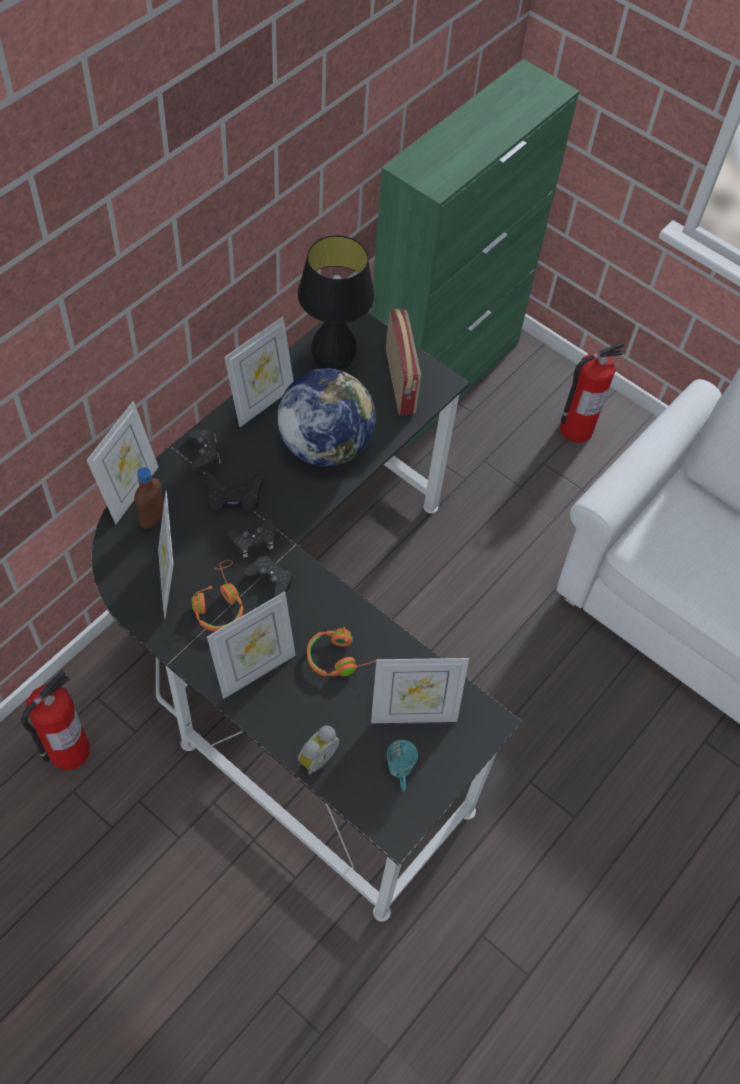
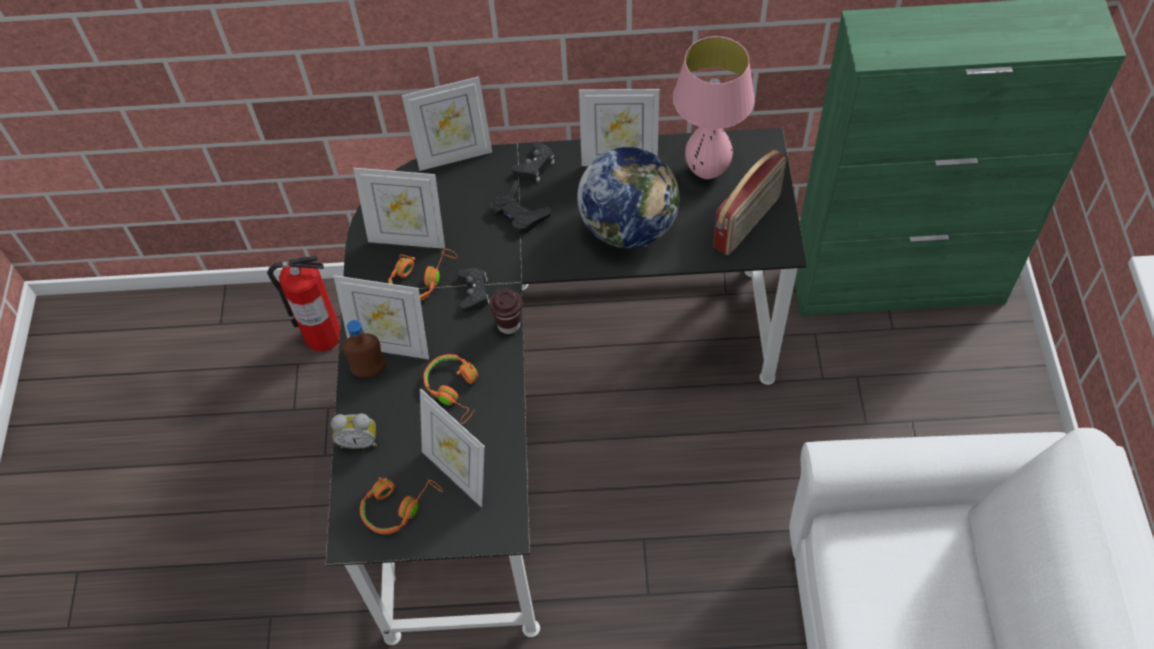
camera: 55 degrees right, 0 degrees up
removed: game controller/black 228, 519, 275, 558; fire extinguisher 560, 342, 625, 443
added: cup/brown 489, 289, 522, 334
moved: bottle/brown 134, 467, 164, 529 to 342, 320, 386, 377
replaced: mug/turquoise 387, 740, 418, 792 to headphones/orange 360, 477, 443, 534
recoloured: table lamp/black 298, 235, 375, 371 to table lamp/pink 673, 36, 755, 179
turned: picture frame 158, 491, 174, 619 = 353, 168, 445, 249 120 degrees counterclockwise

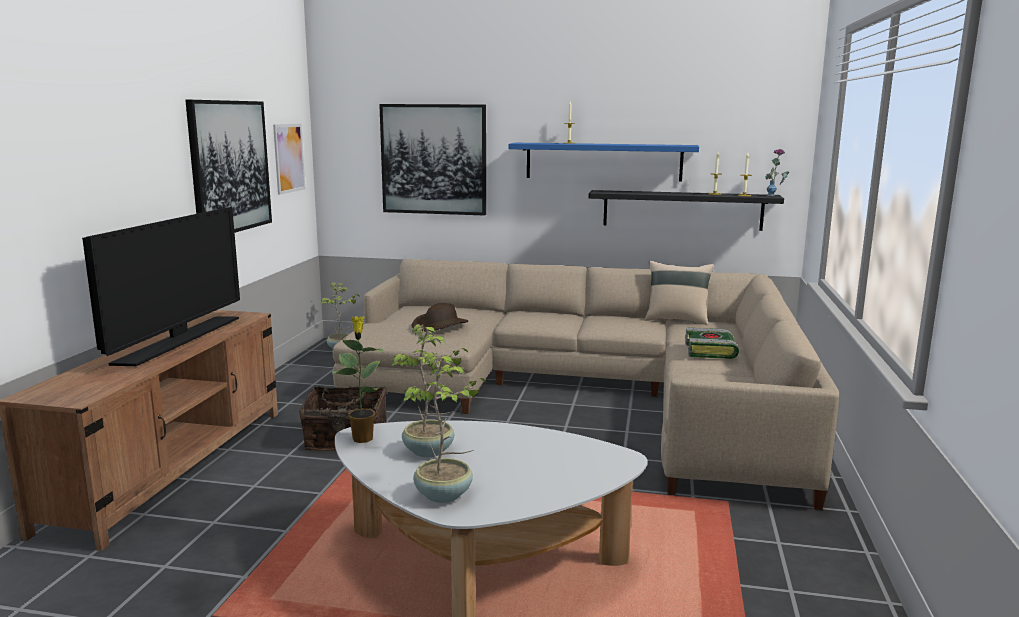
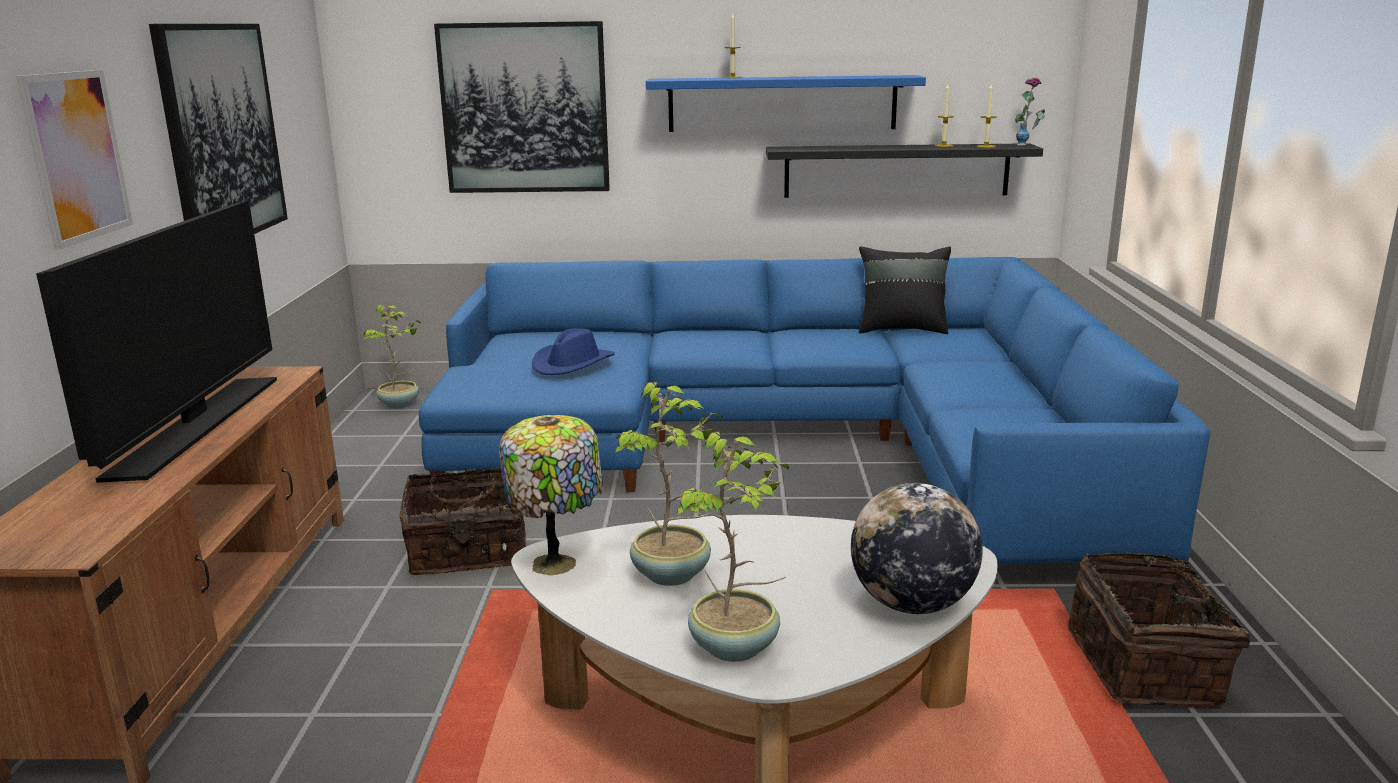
camera: 10 degrees left, 5 degrees up
removed: book 685, 327, 739, 359
added: globe 851, 483, 983, 614; basket 1067, 551, 1250, 708
moved: picture 273, 124, 305, 195 to 16, 70, 133, 250
replaced: potted plant 332, 316, 384, 443 to table lamp 499, 415, 603, 575
recoloured: sofa/beige 333, 259, 839, 510 to sofa/blue 418, 257, 1210, 585; hat/brown 412, 303, 468, 332 to hat/blue 532, 328, 615, 375; pillow/beige 645, 261, 714, 325 to pillow/black 859, 246, 951, 334

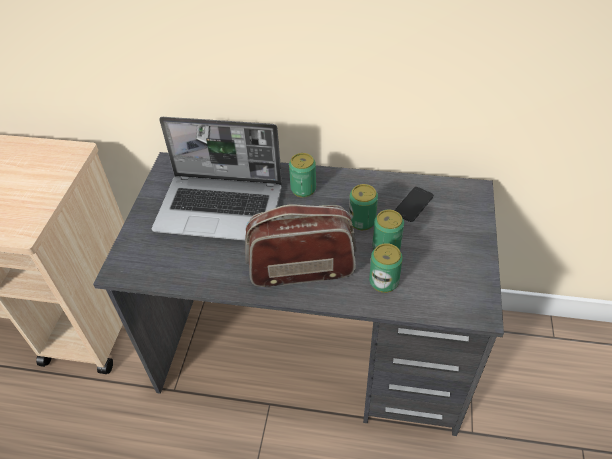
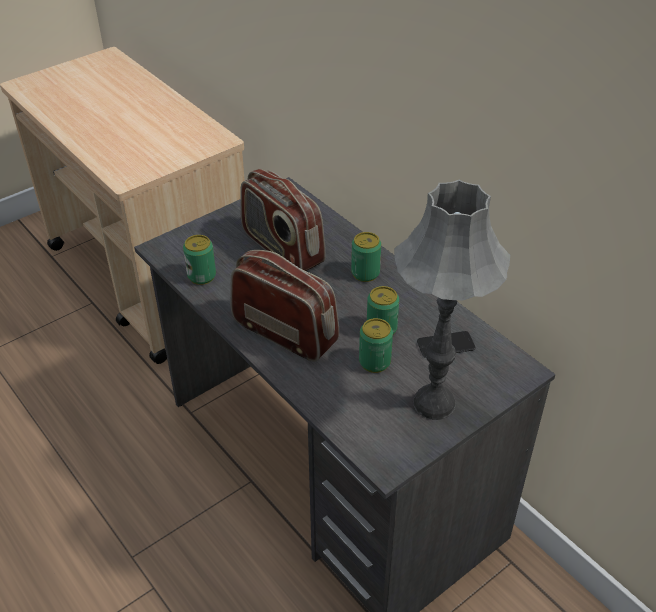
camera: 40 degrees right, 5 degrees down
added: table lamp/grey 394, 180, 510, 420
moved: can 369, 243, 403, 293 to 183, 235, 216, 285
replaced: laptop 152, 117, 282, 241 to radio 240, 169, 326, 271

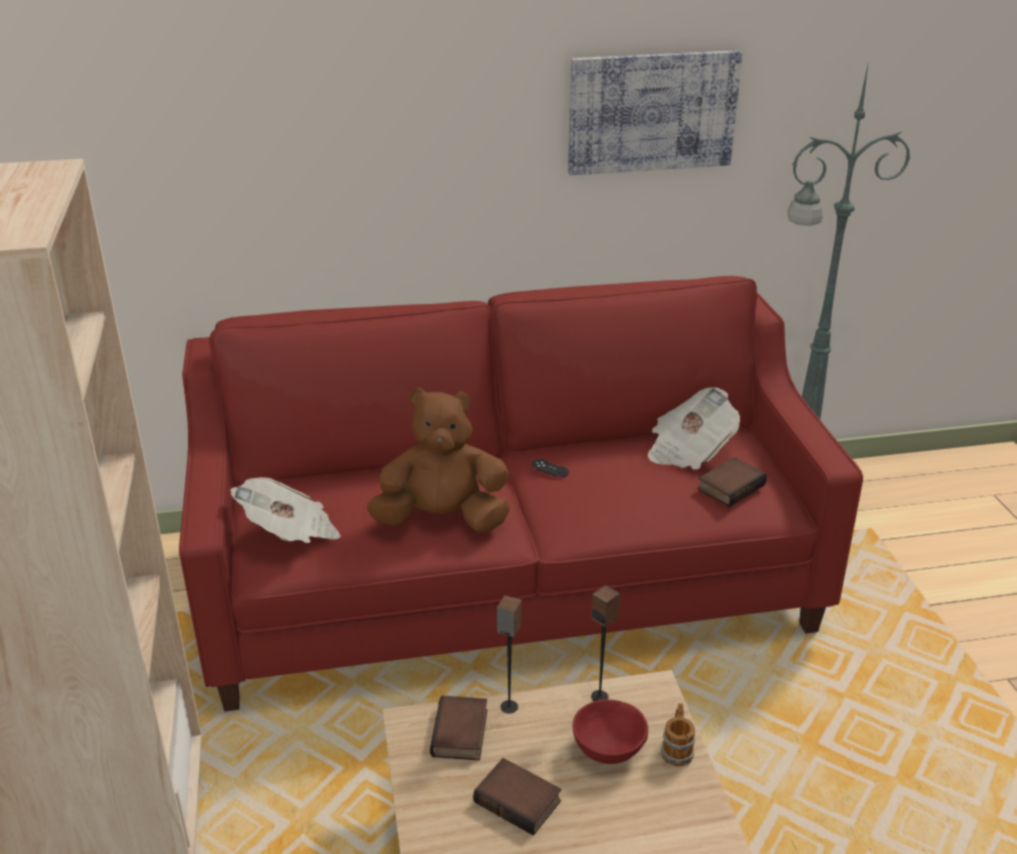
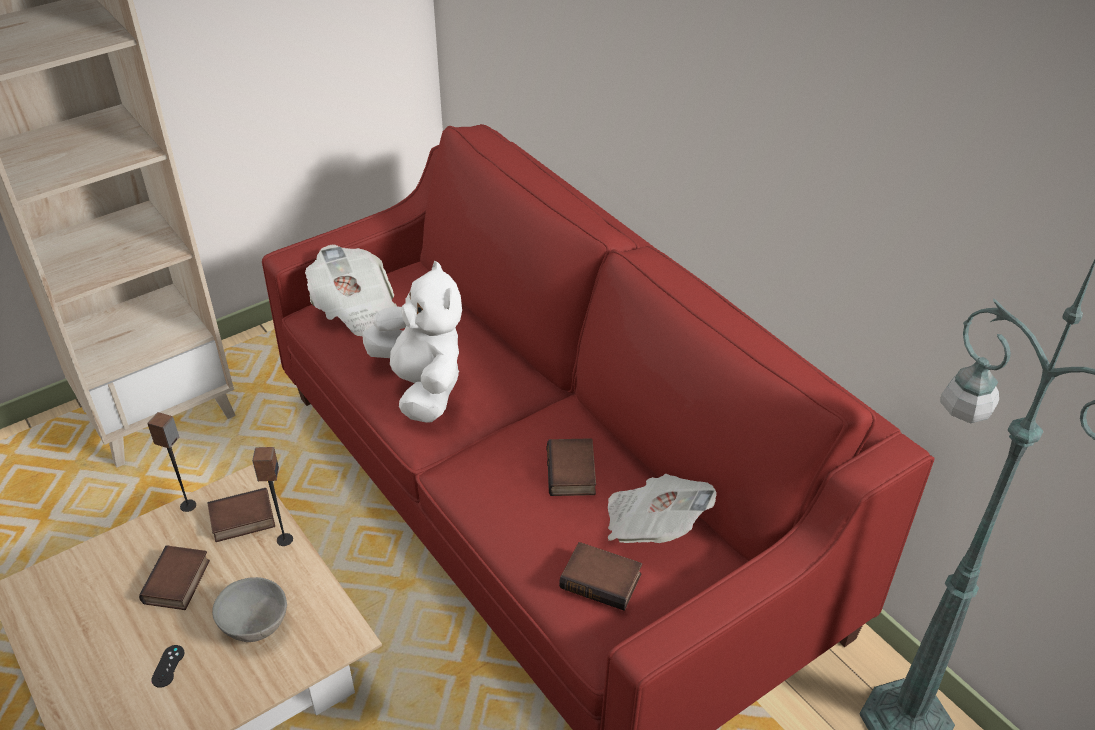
camera: 65 degrees right, 10 degrees up
removed: picture 568, 50, 742, 175; mug 661, 703, 695, 766
added: book 547, 438, 596, 496
moved: speaker 591, 585, 620, 701 to 147, 412, 196, 512; game controller/black 532, 459, 569, 477 to 151, 645, 184, 688
recoloured: bowl/red 572, 699, 648, 764 to bowl/grey 212, 577, 287, 642; plush toy/brown 367, 388, 510, 533 to plush toy/white 362, 261, 462, 423

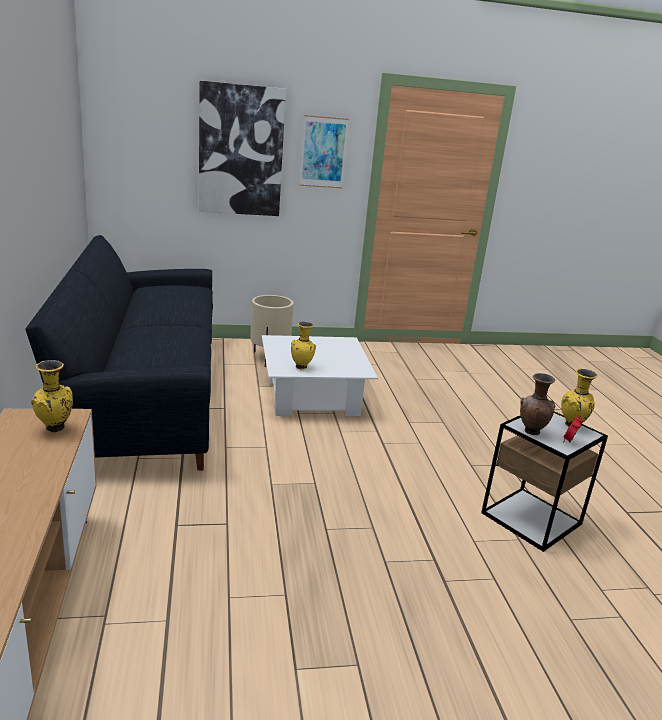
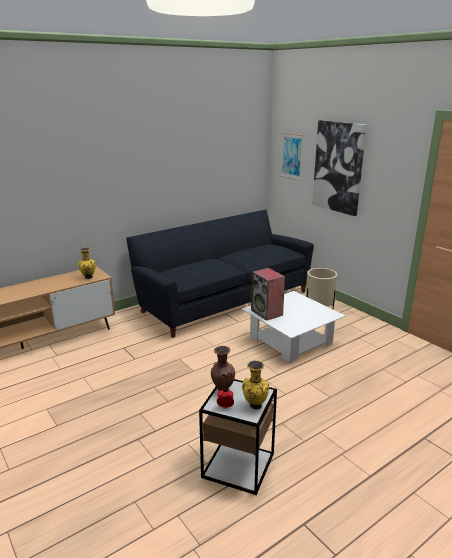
camera: 65 degrees right, 0 degrees up
moved: picture 300, 115, 349, 188 to 281, 133, 304, 181
replaced: vase/yellow 291, 322, 316, 369 to speaker 251, 268, 285, 321

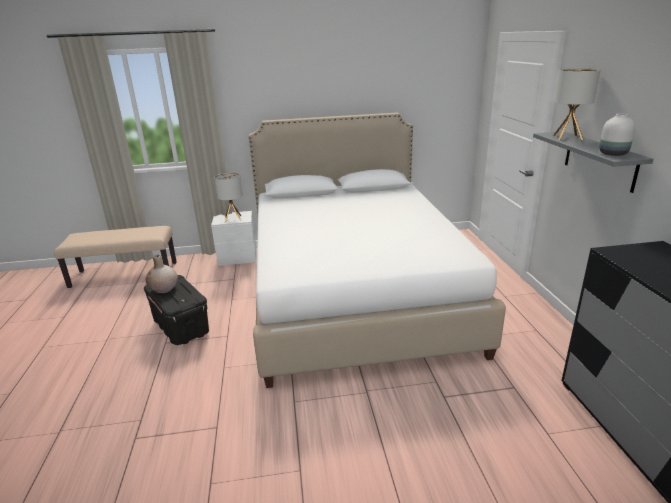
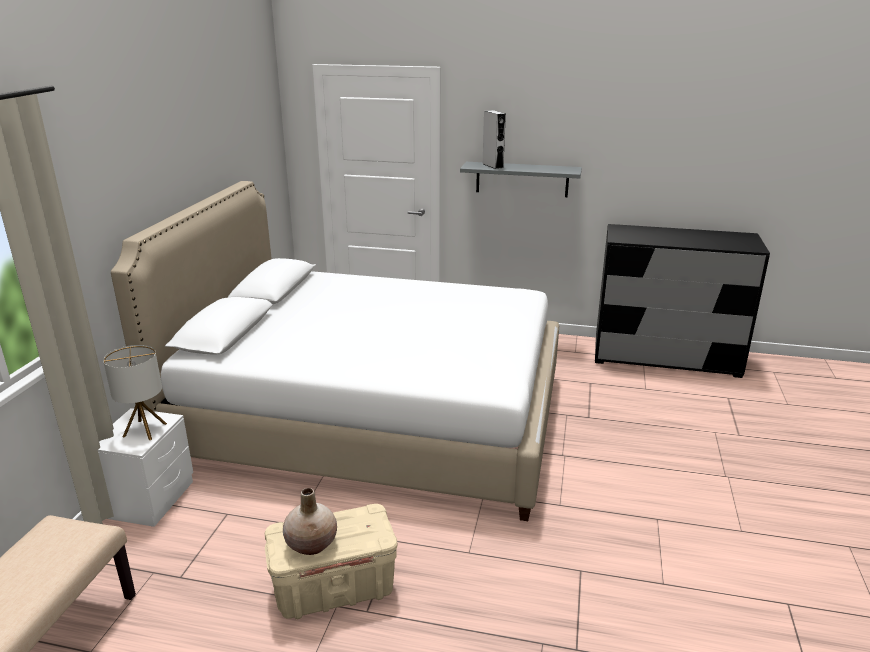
camera: 70 degrees left, 0 degrees up
removed: vase/white 599, 113, 635, 156
replaced: table lamp 553, 68, 601, 140 to speaker/grey 483, 110, 506, 169
recoloured: storage box/black 144, 275, 209, 345 to storage box/beige 265, 504, 397, 619

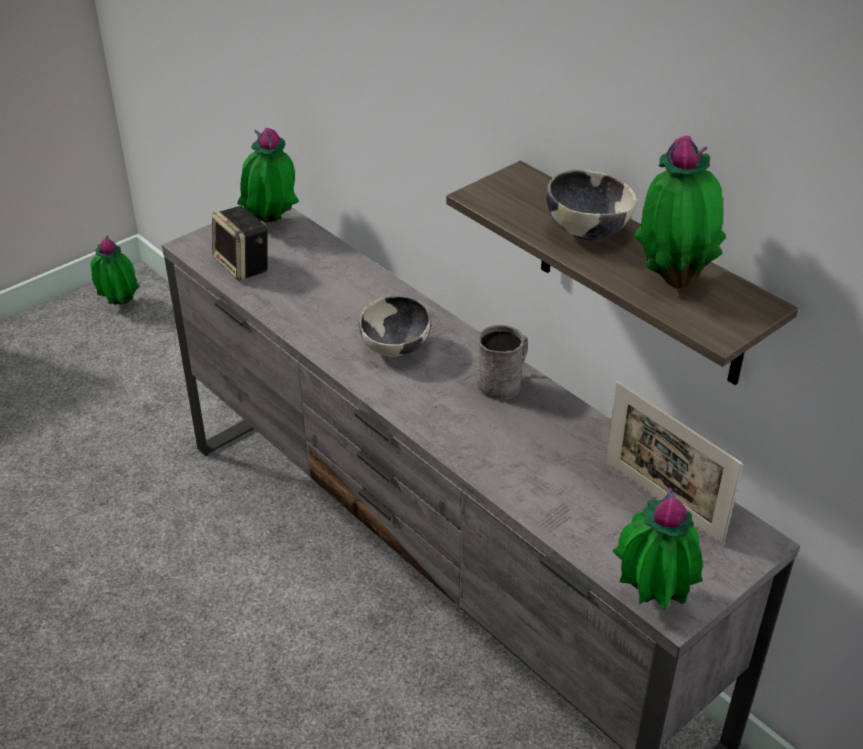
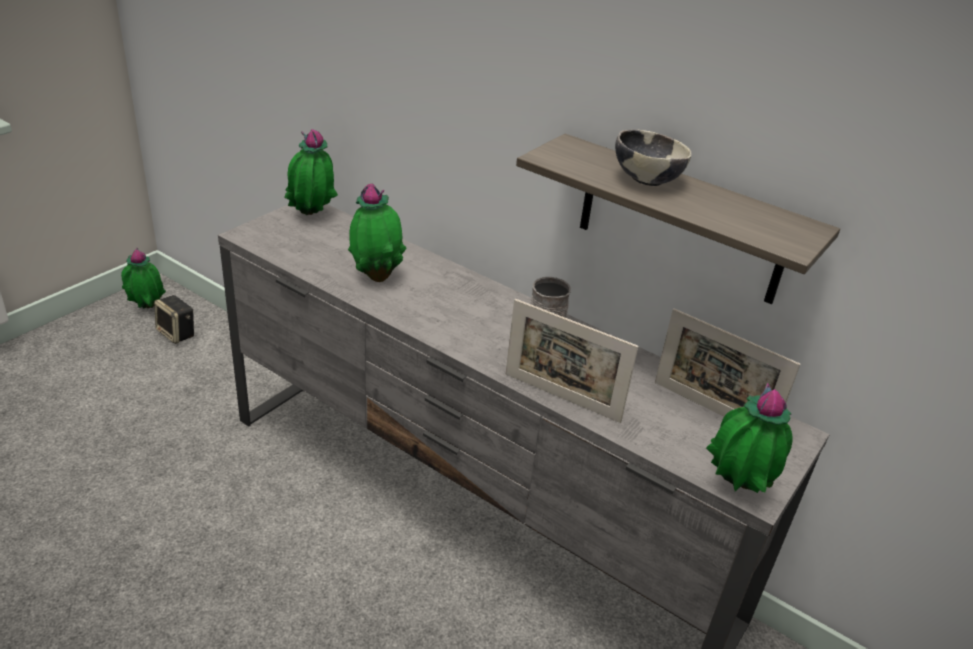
camera: 15 degrees left, 5 degrees down
removed: bowl 359, 296, 431, 357
added: picture frame 506, 299, 639, 423
moved: speaker 212, 206, 268, 281 to 154, 295, 194, 344; potted plant 634, 136, 726, 288 to 348, 183, 407, 282

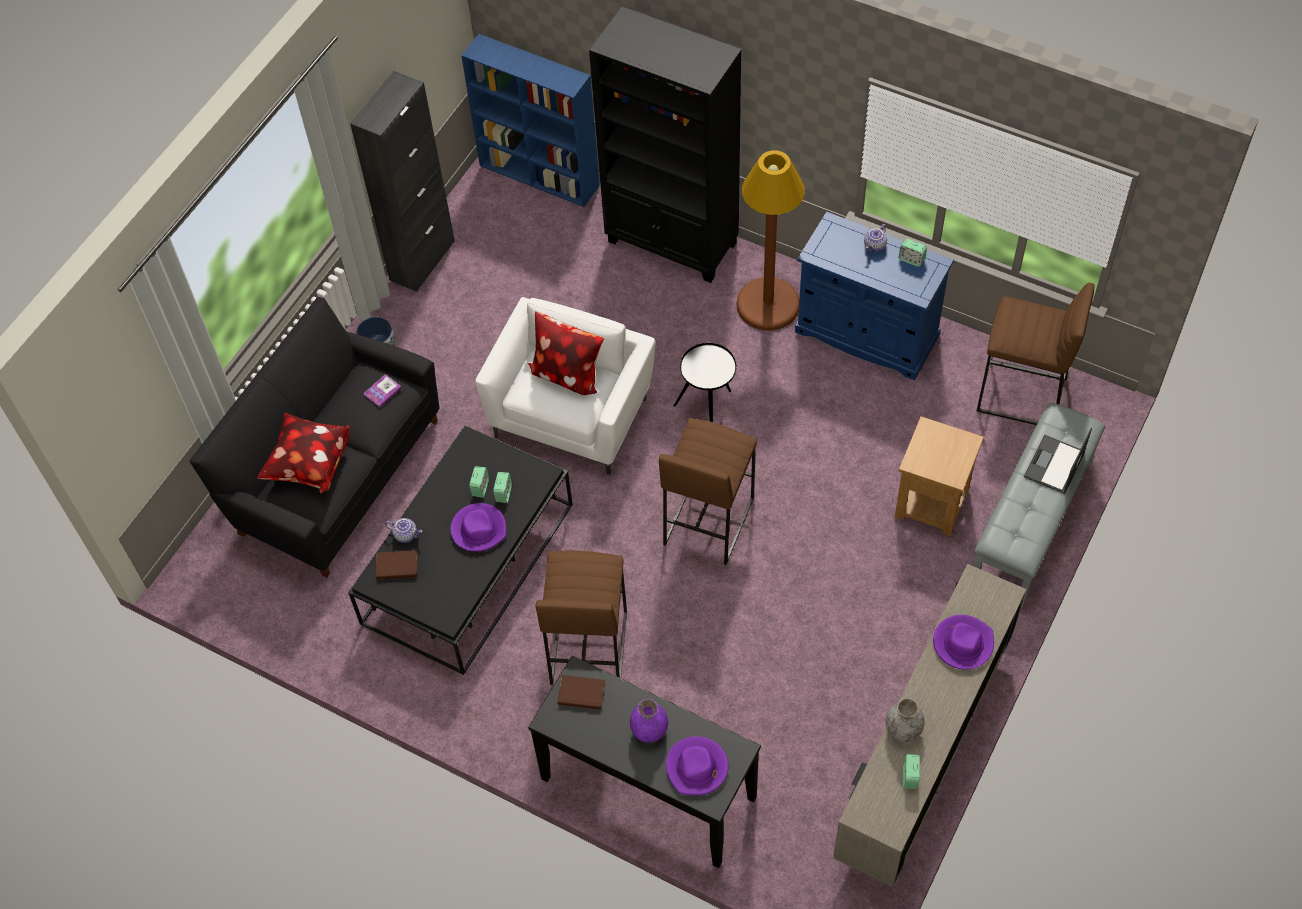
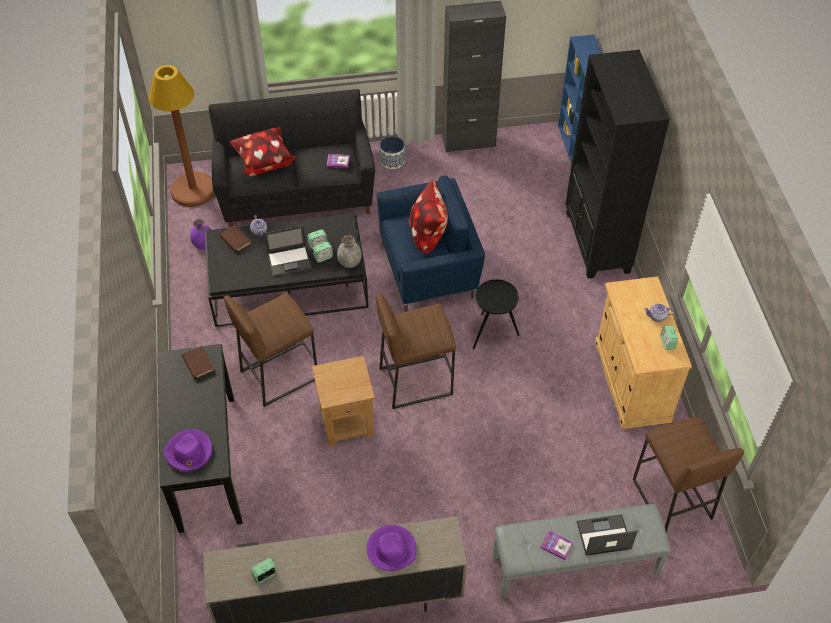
camera: 50 degrees right, 5 degrees down
added: book 540, 531, 574, 560
moved: floor lamp/brown 737, 150, 805, 331 to 148, 65, 215, 207; vase/purple 630, 699, 668, 743 to 190, 219, 211, 249; side table/brown 895, 417, 984, 536 to 312, 356, 375, 446; vase/grey 885, 698, 925, 742 to 337, 235, 362, 268
replaced: hat/purple 450, 503, 506, 552 to laptop 264, 225, 312, 277
recoloured: armchair/white 475, 297, 655, 475 to armchair/blue 377, 175, 485, 312; cabinet/blue 795, 212, 954, 380 to cabinet/beige 595, 276, 692, 429

